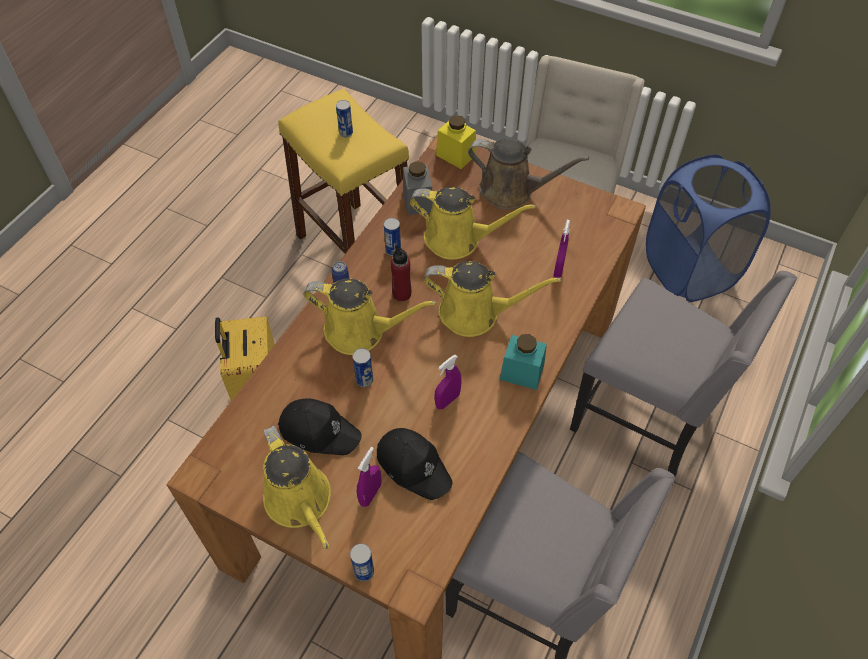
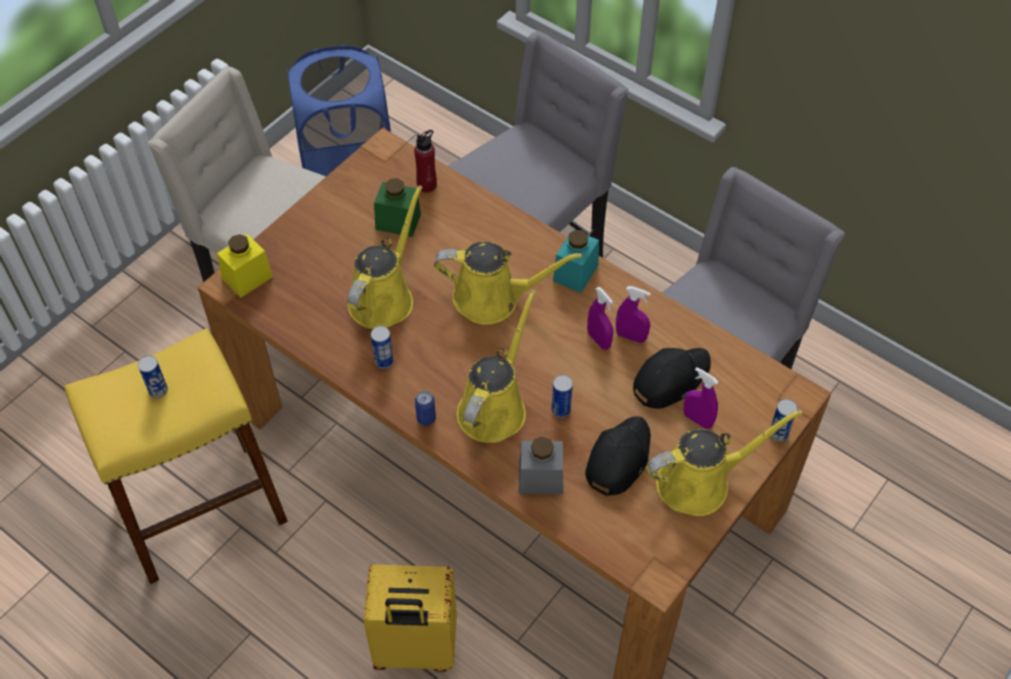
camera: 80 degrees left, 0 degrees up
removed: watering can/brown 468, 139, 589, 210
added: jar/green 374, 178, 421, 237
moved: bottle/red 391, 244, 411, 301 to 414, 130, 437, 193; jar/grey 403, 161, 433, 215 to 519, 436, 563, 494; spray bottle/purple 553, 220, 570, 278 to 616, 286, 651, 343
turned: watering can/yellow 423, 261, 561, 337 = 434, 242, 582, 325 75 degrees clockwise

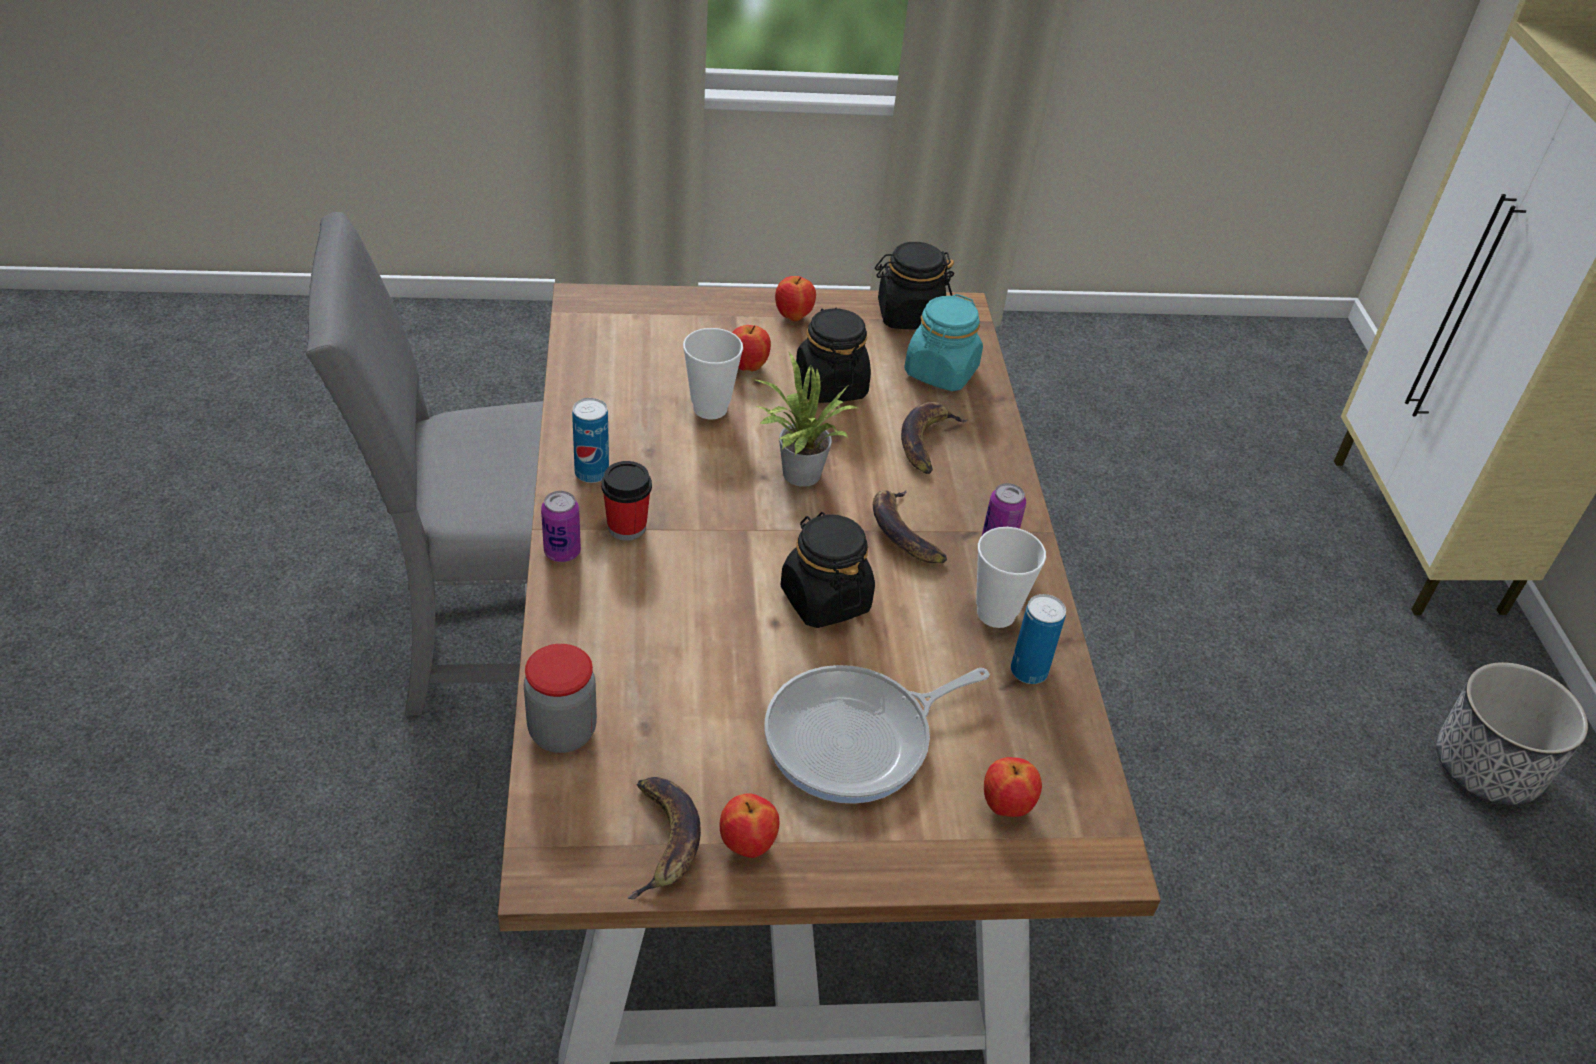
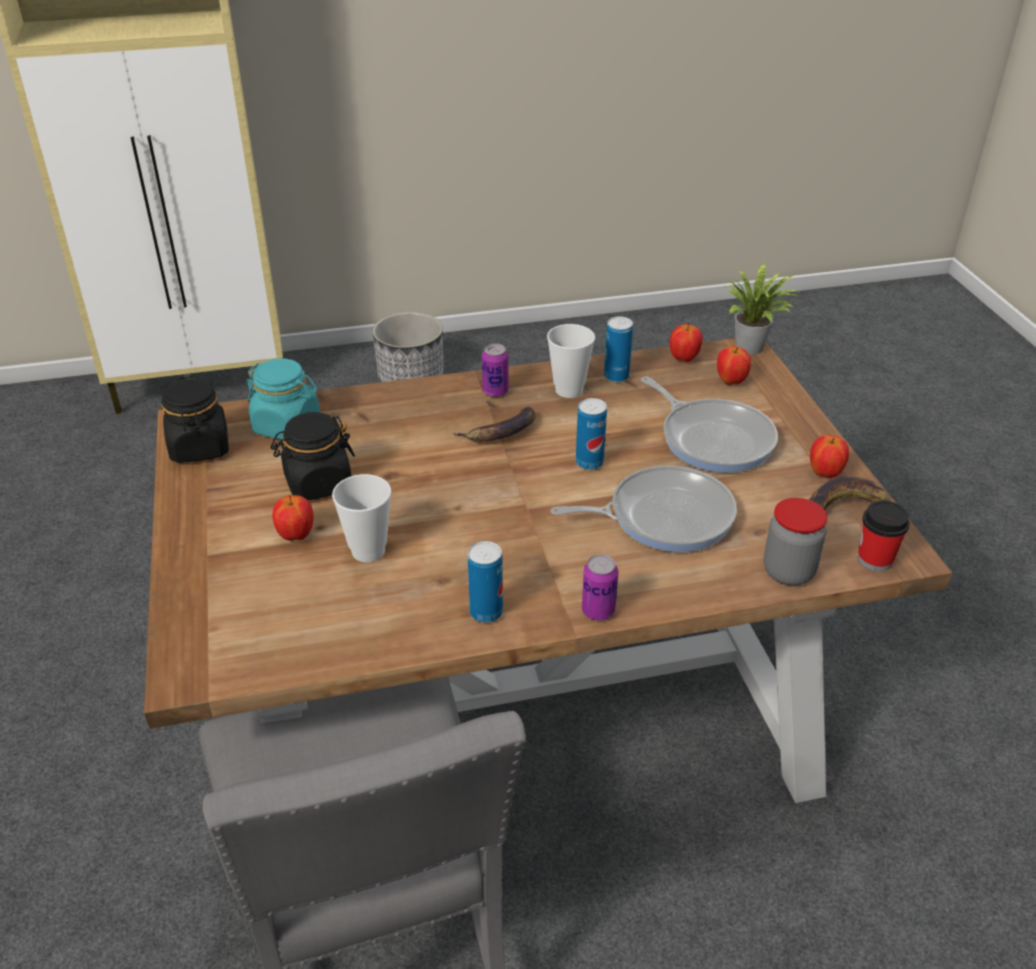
camera: 95 degrees left, 5 degrees down
removed: banana 901, 402, 968, 474
added: frying pan 551, 466, 737, 552
moved: apple 775, 276, 816, 321 to 670, 322, 703, 362; potted plant 752, 352, 858, 487 to 724, 262, 804, 355; cup 601, 461, 652, 541 to 858, 500, 910, 572
replaced: jar/black 780, 512, 875, 628 to can 576, 398, 607, 470

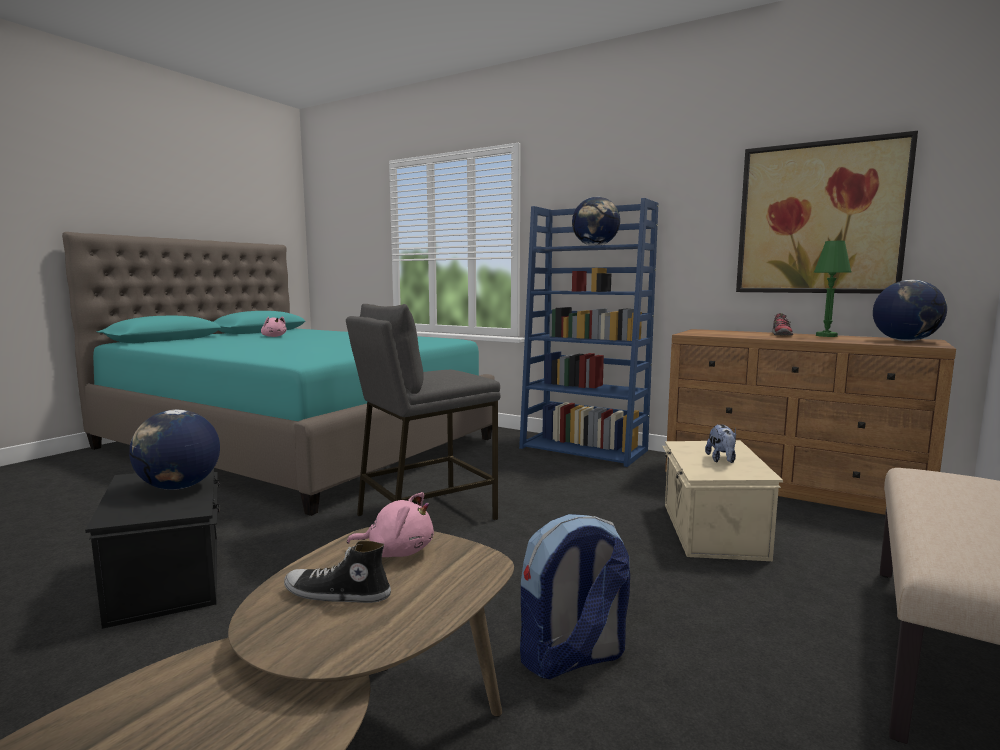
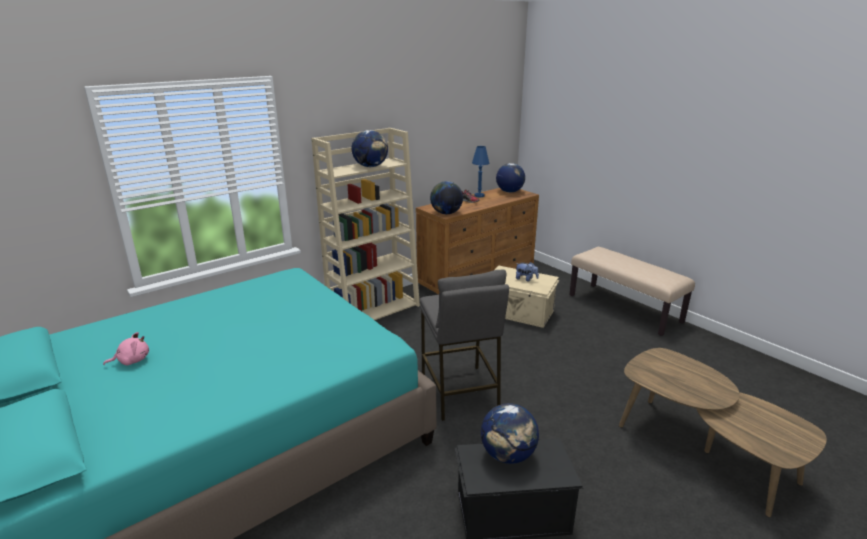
camera: 70 degrees left, 15 degrees up
removed: shoe 284, 541, 391, 603; plush toy/pink 347, 492, 434, 557; backpack 520, 514, 630, 679; picture 736, 131, 918, 294
added: globe 430, 181, 463, 214
recoloured: bookcase/blue 519, 198, 658, 467 to bookcase/beige 311, 128, 420, 320; table lamp/green 814, 241, 852, 337 to table lamp/blue 472, 146, 489, 197

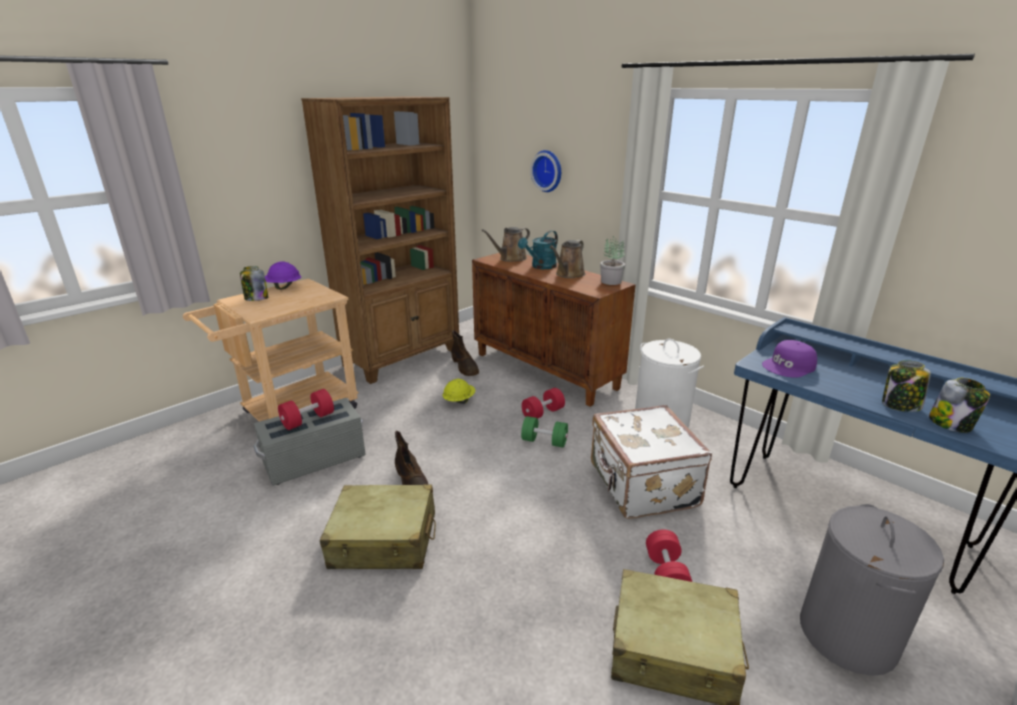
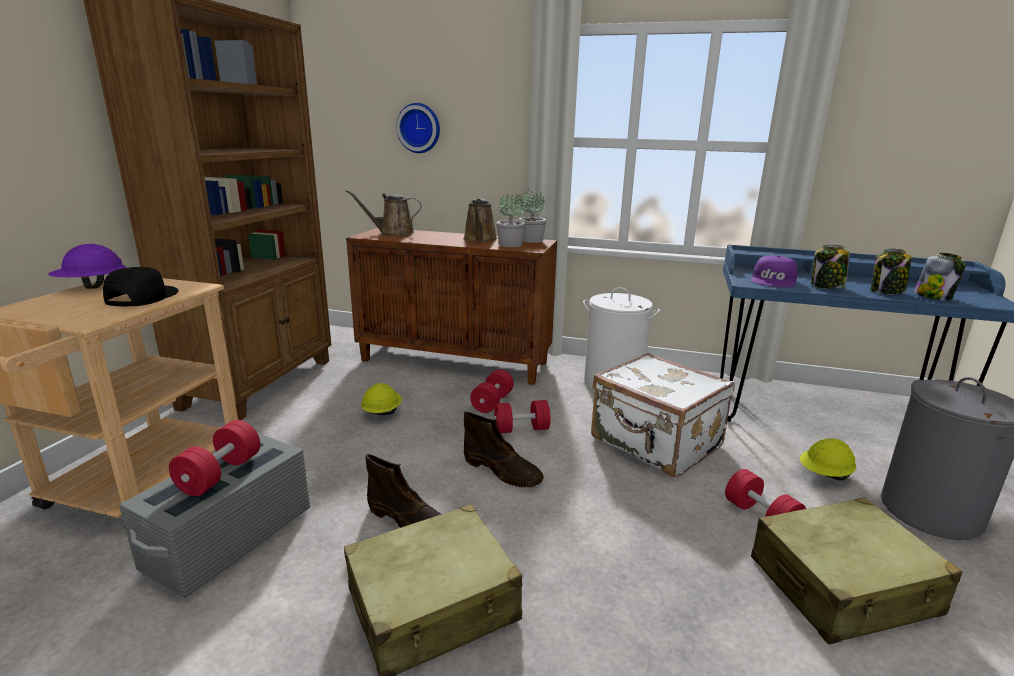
camera: 30 degrees left, 5 degrees down
removed: watering can/turquoise 518, 230, 558, 269
added: cap/black 103, 267, 178, 306; potted plant 496, 193, 525, 247; hard hat/yellow 800, 438, 856, 481
moved: boot/brown 451, 330, 479, 376 to 464, 412, 544, 488; jar 240, 266, 268, 301 to 811, 245, 850, 289
recoloured: dumbbell/green 521, 416, 568, 448 to dumbbell/red 494, 400, 551, 433
turned: watering can/brown 481, 227, 530, 262 = 346, 190, 422, 236 60 degrees clockwise

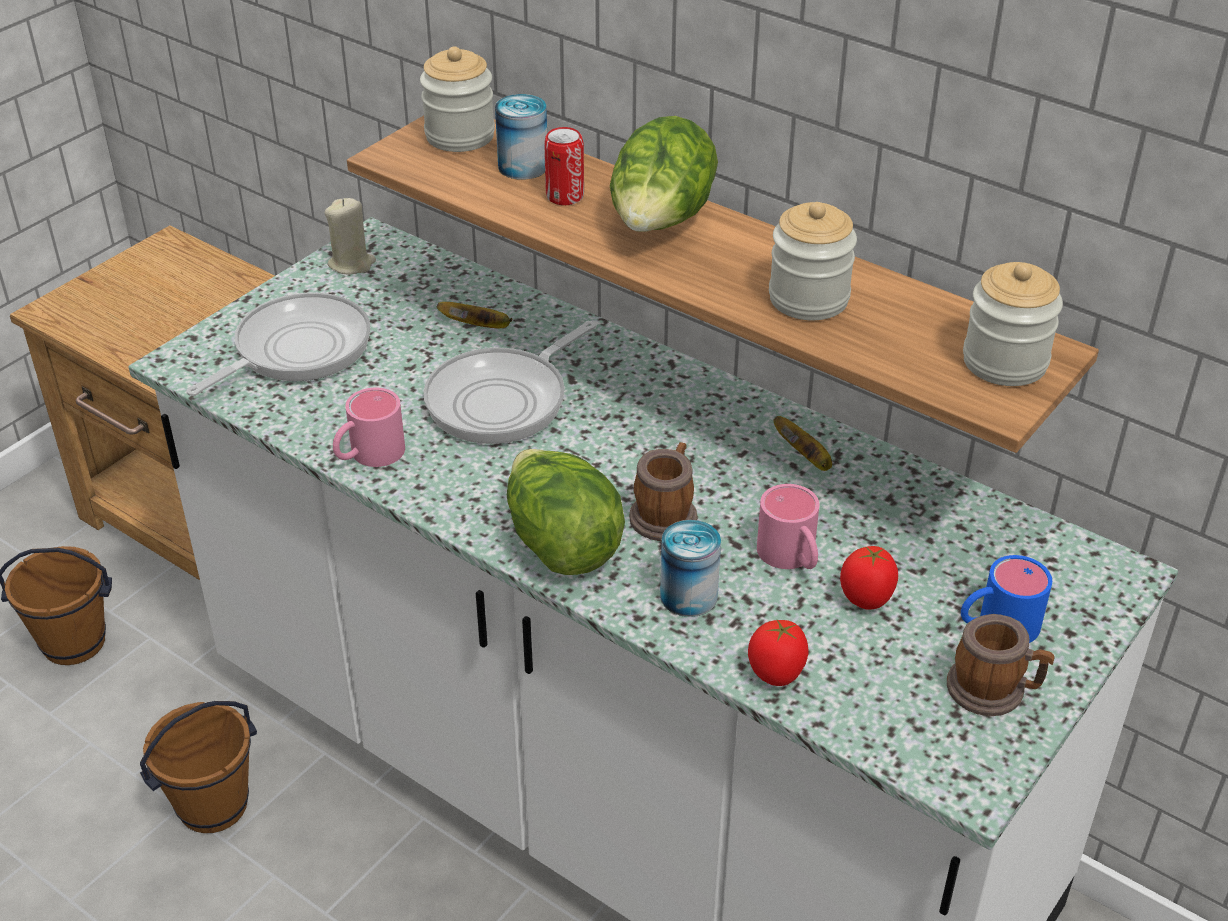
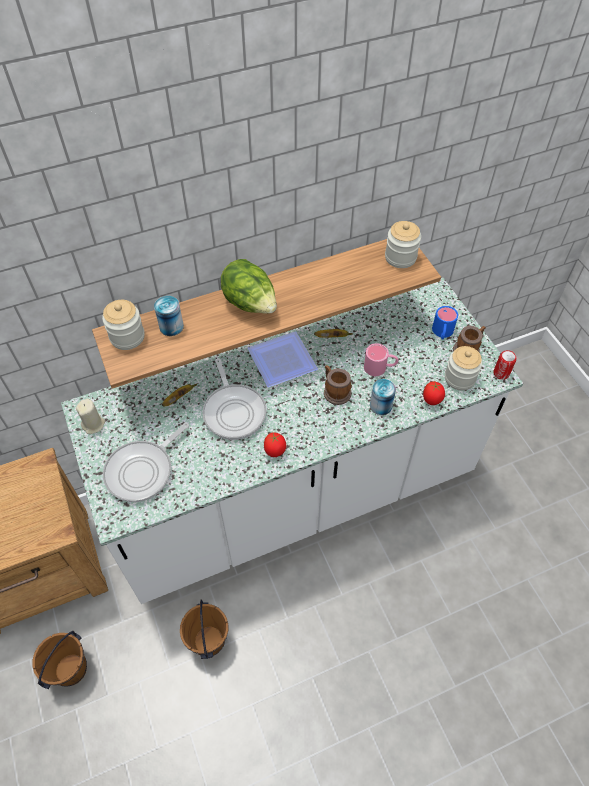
camera: 60 degrees left, 15 degrees up
removed: mug/pink 333, 388, 405, 467; lettuce 507, 449, 625, 575
added: plate 248, 331, 318, 387
moved: tomato 840, 546, 898, 610 to 264, 432, 286, 457; jar 769, 202, 857, 320 to 445, 346, 482, 391; can 544, 127, 584, 205 to 493, 350, 516, 380
turned: frying pan 186, 293, 371, 396 = 103, 423, 189, 502 120 degrees counterclockwise

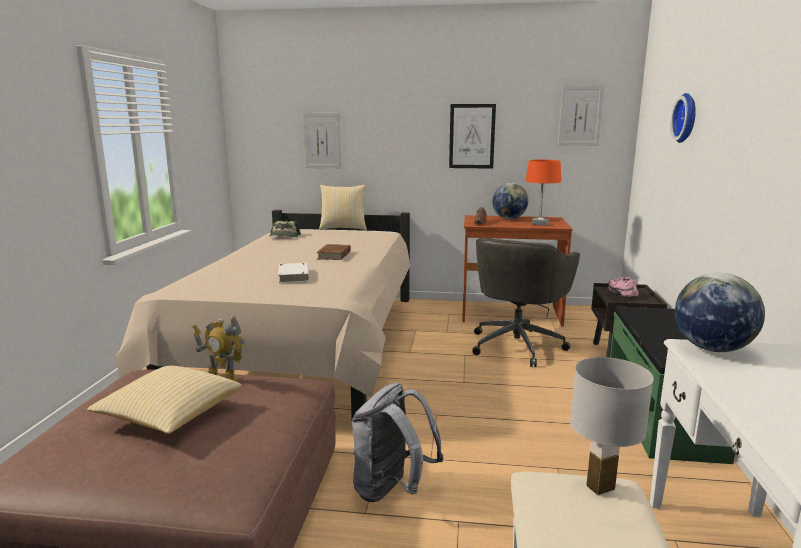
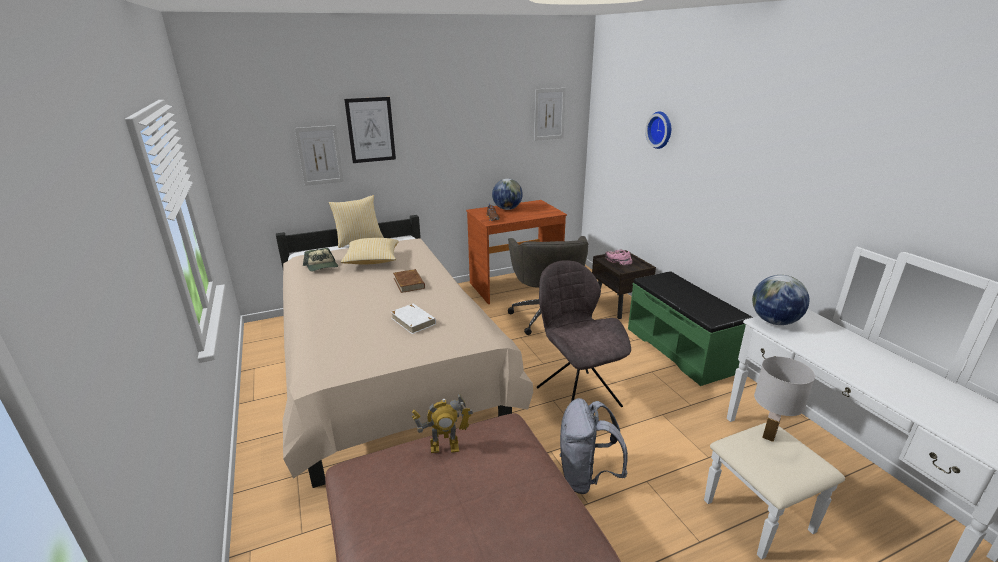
camera: 30 degrees left, 10 degrees up
removed: table lamp/orange 525, 160, 561, 226
added: chair/grey 537, 260, 631, 407
moved: pillow 87, 366, 242, 434 to 341, 238, 399, 264; picture 449, 104, 496, 169 to 344, 97, 396, 163

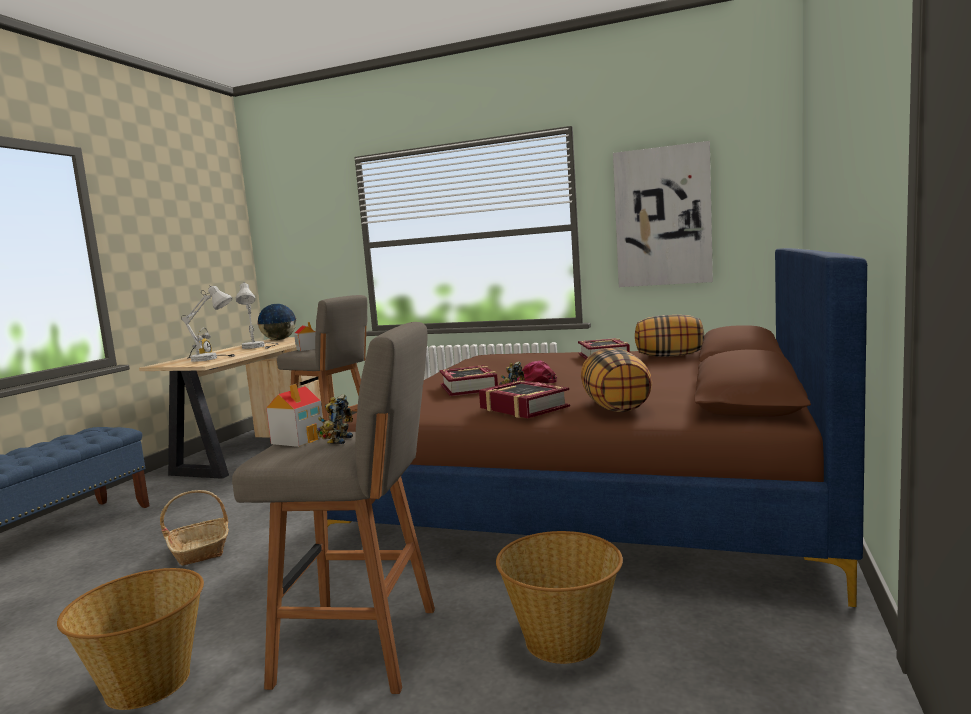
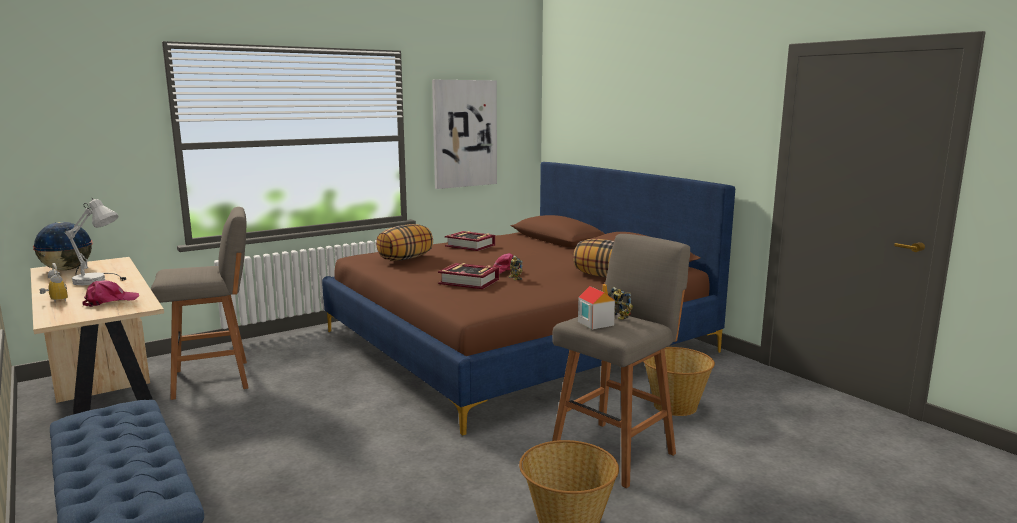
camera: 55 degrees left, 5 degrees up
removed: basket 160, 490, 229, 566; toy house 294, 322, 316, 351; book 479, 380, 570, 418
moved: pillow 635, 315, 704, 357 to 376, 224, 433, 261
replaced: table lamp/white 181, 285, 235, 362 to cap/pink 83, 280, 139, 307

